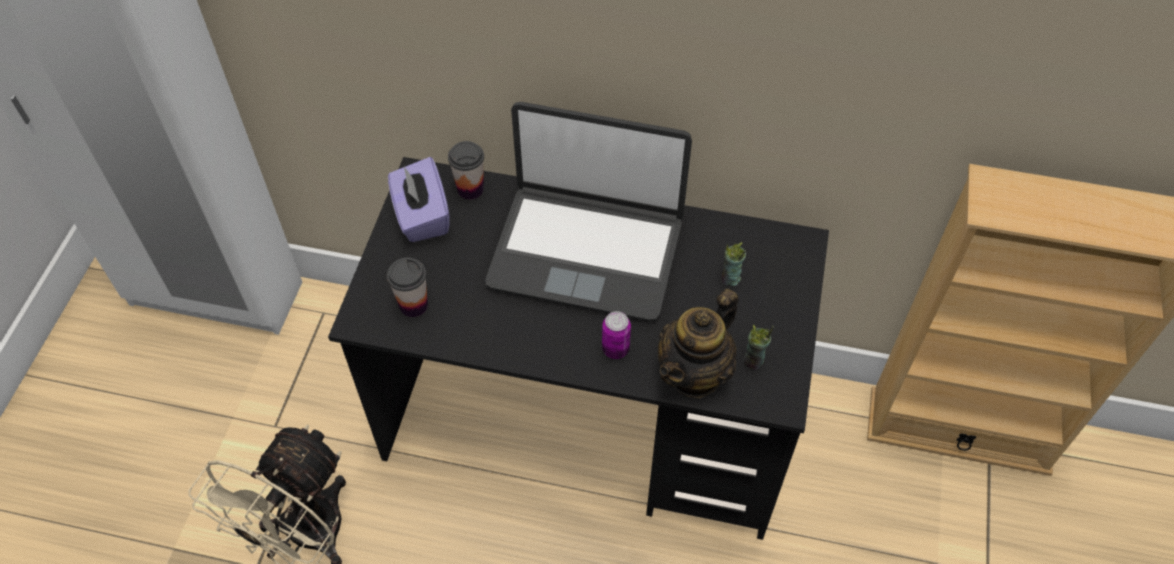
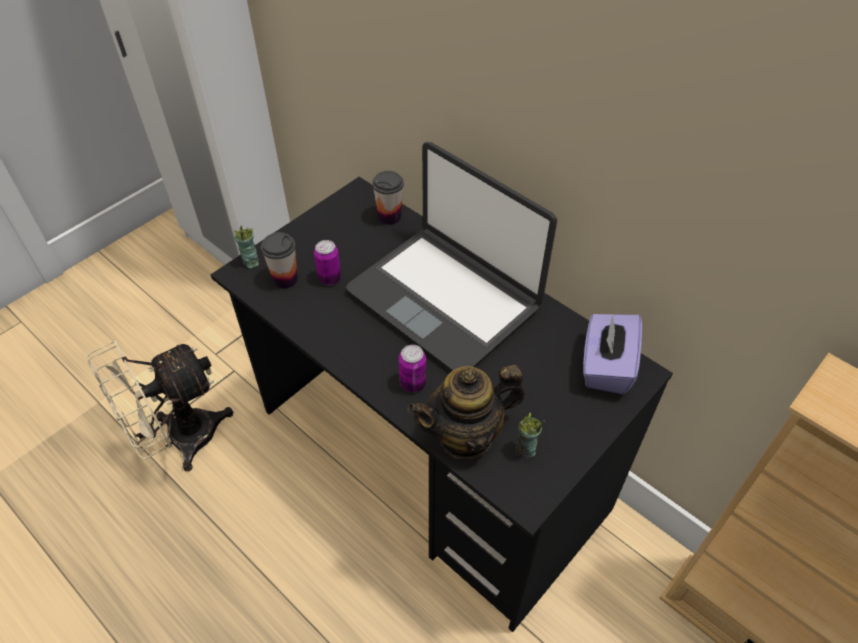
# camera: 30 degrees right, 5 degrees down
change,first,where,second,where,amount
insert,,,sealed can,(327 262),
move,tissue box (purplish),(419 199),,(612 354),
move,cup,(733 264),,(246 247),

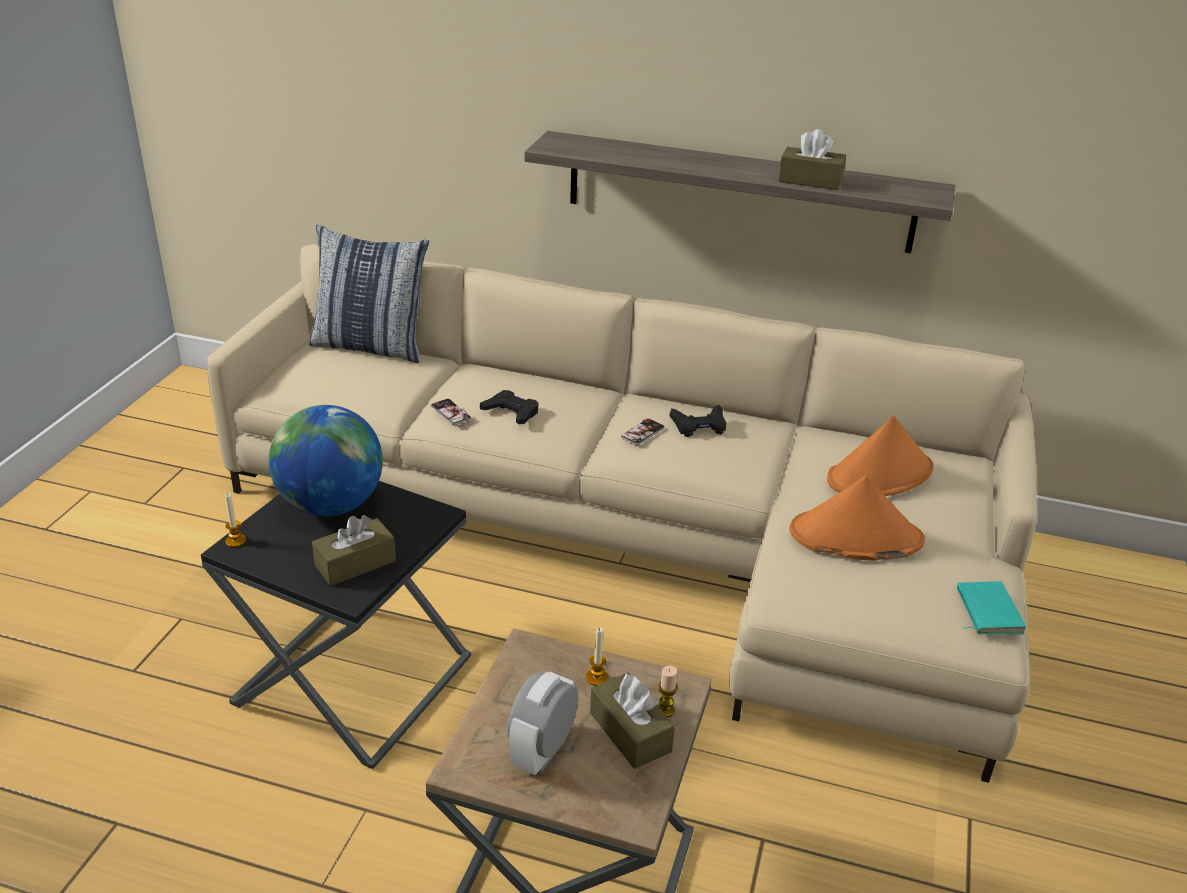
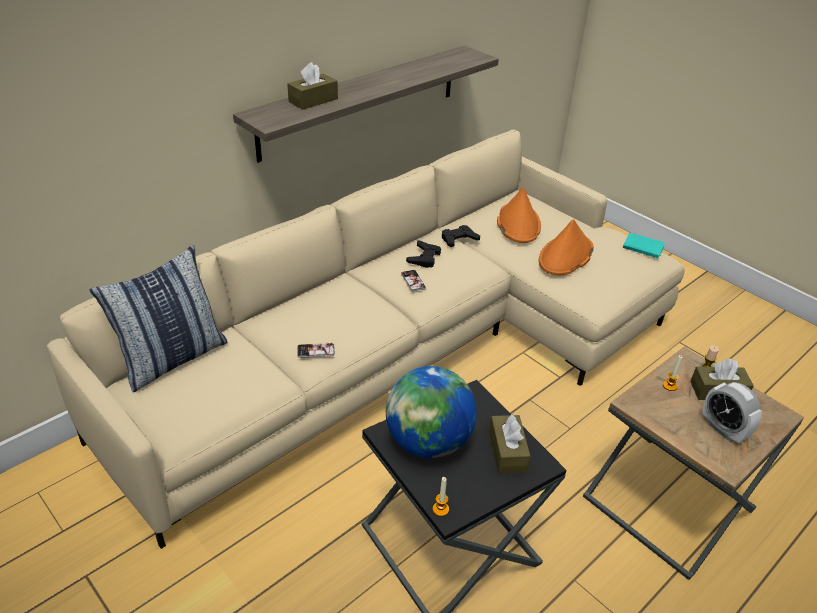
# camera: 60 degrees left, 5 degrees up
change,first,where,second,where,amount
move,gamepad (black-coloured),(509 407),,(461 236),
move,tissue box (brown),(812 159),,(312 86),

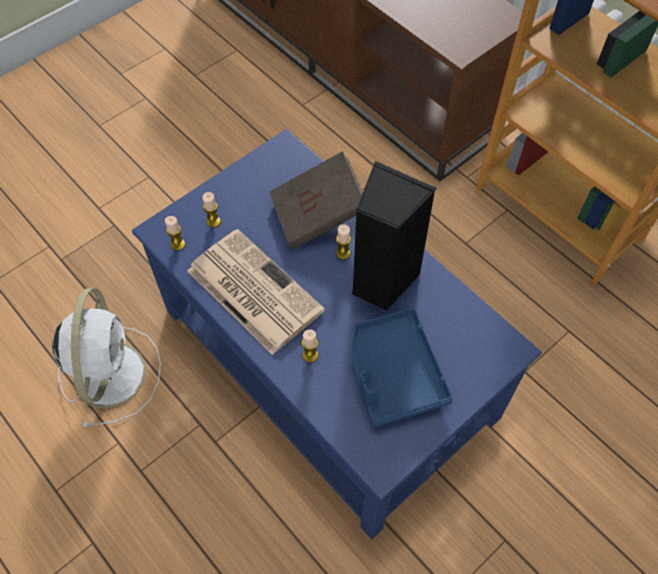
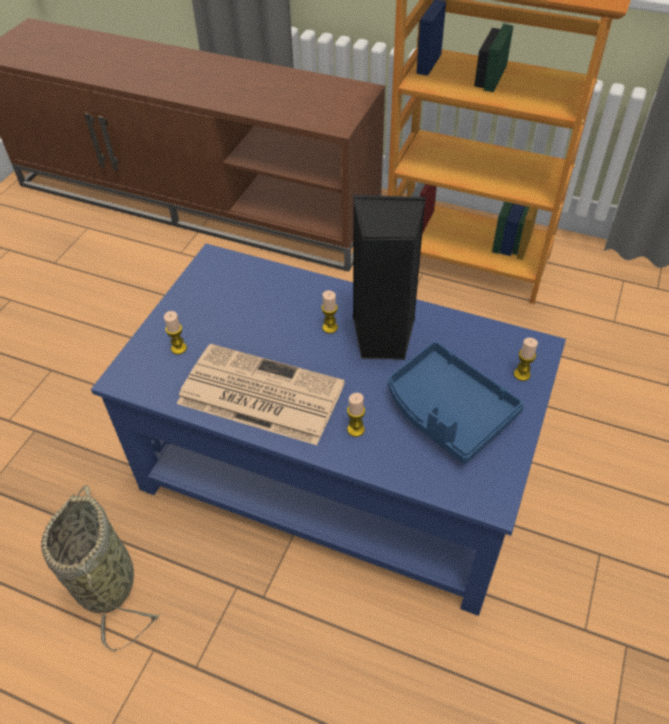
# camera: 25 degrees left, 10 degrees down
change,first,where,second,where,amount
delete,book (brown),(316 200),,,
move,wax light,(175 233),,(526 359),
replace,cooling fan (white-coloured),(106 357),storage basket,(101 568),

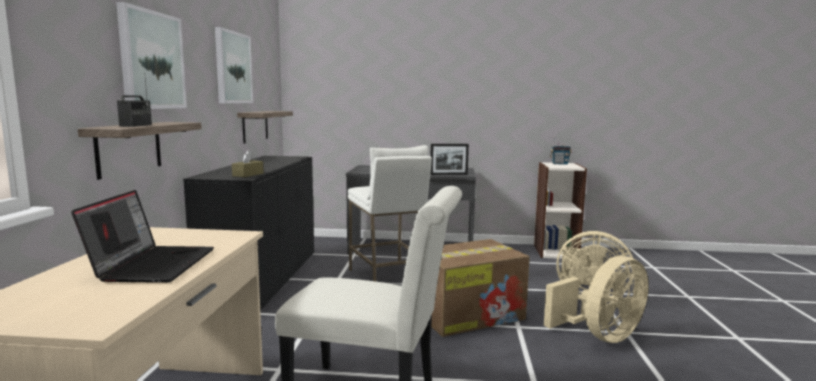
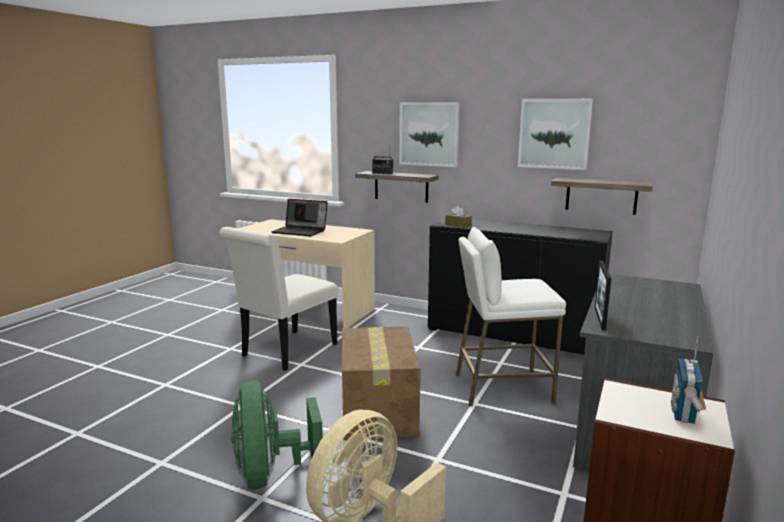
# camera: 110 degrees right, 5 degrees up
change,first,where,second,where,amount
recolor,cooling fan (beige),(596 299),cooling fan (green),(277 435),

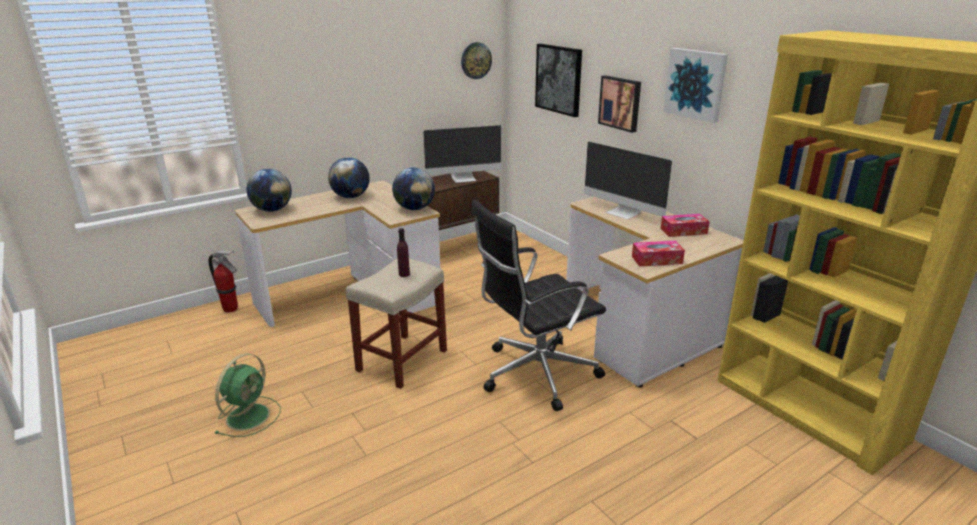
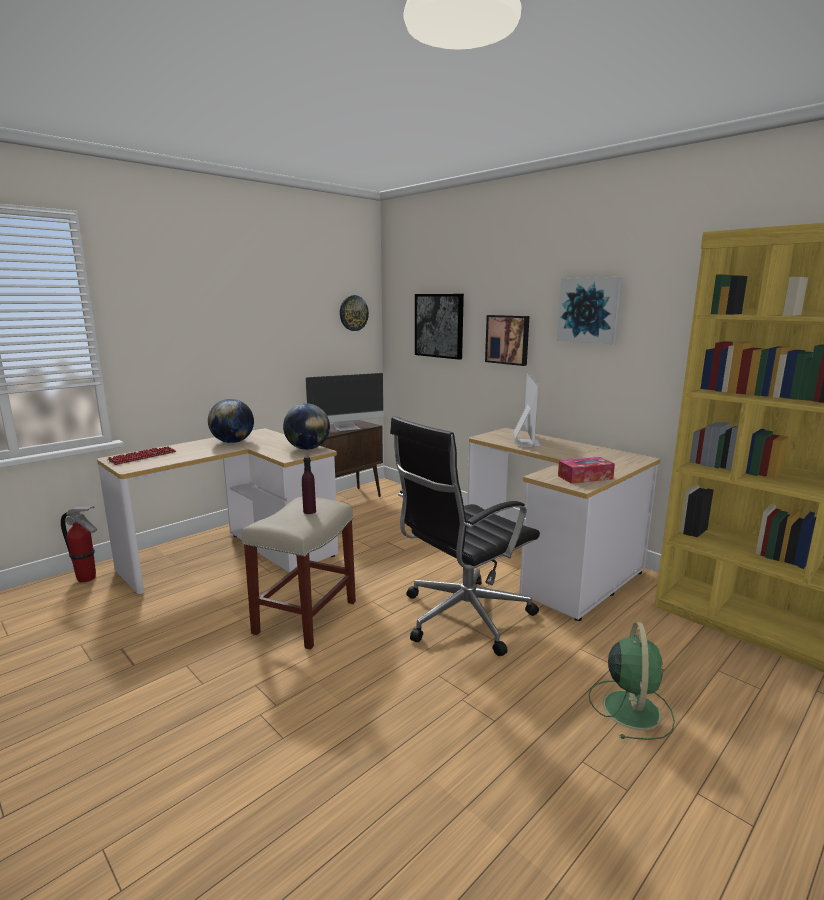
# camera: 10 degrees left, 10 degrees down
change,first,where,second,where,amount
delete,tissue box,(685 225),,,
move,cooling fan (green),(247 395),,(632 681),
replace,desk globe,(269 190),computer keyboard,(141 455),
rotate,monitor,(628 180),,(527 409),120 degrees counterclockwise

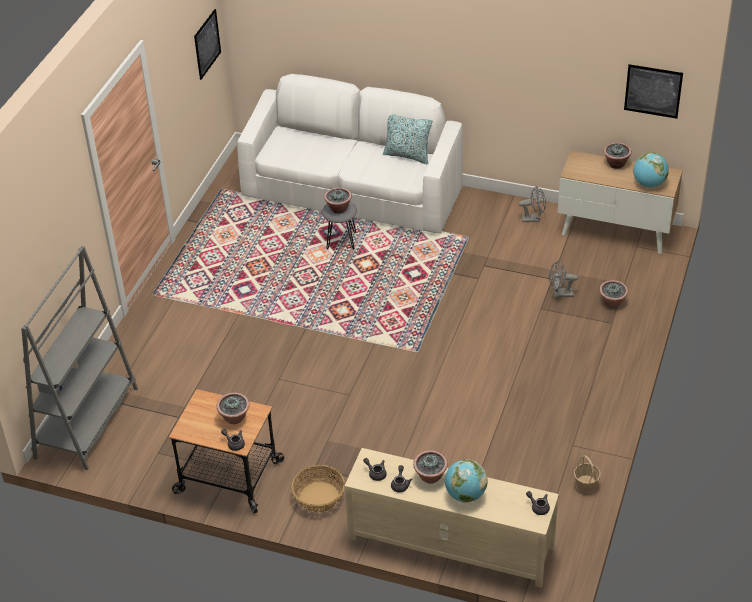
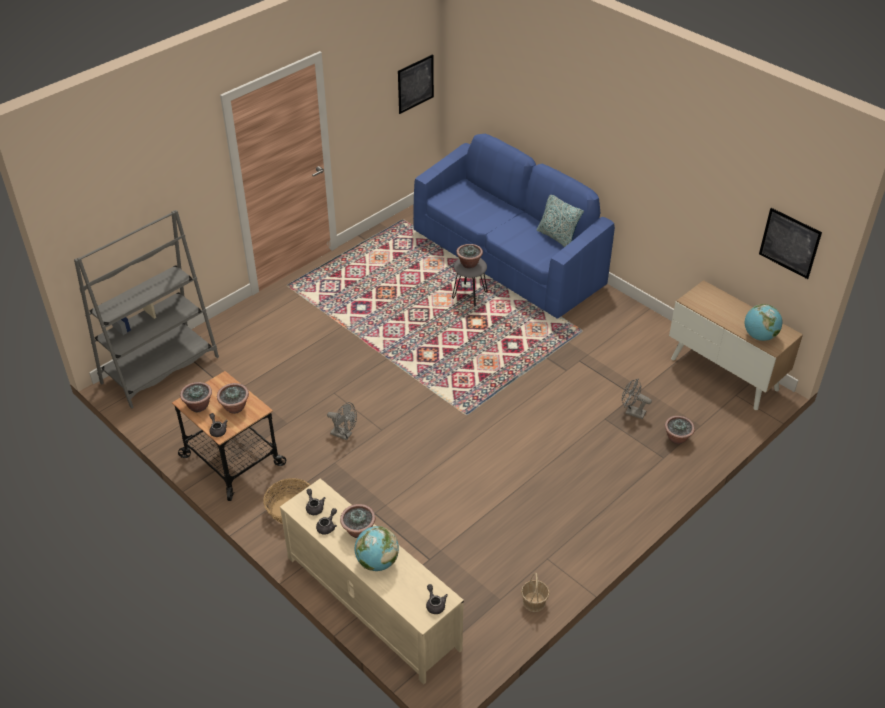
# camera: 25 degrees right, 0 degrees up
change,first,where,second,where,amount
move,cooling fan (grey),(532 204),,(342 421),
move,houseplant,(618 156),,(196 397),
recolor,couch (white-coloured),(350 154),couch (bluish),(514 226),

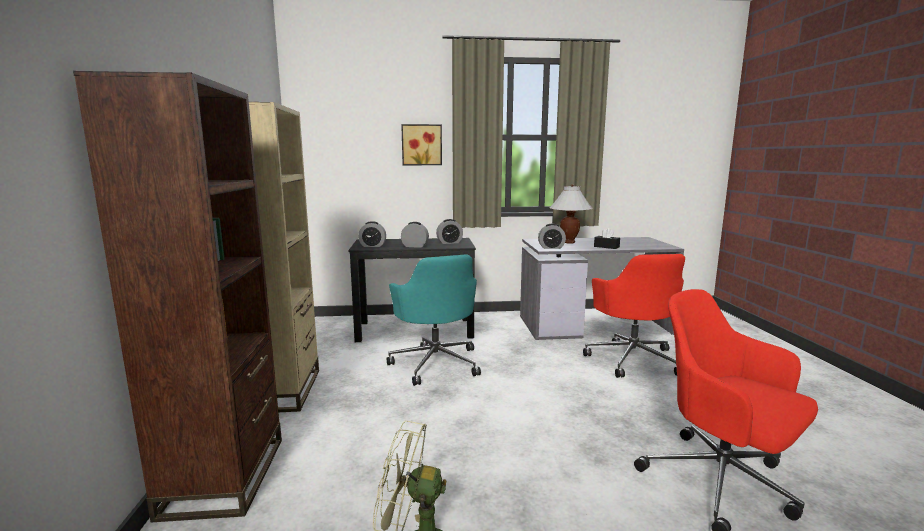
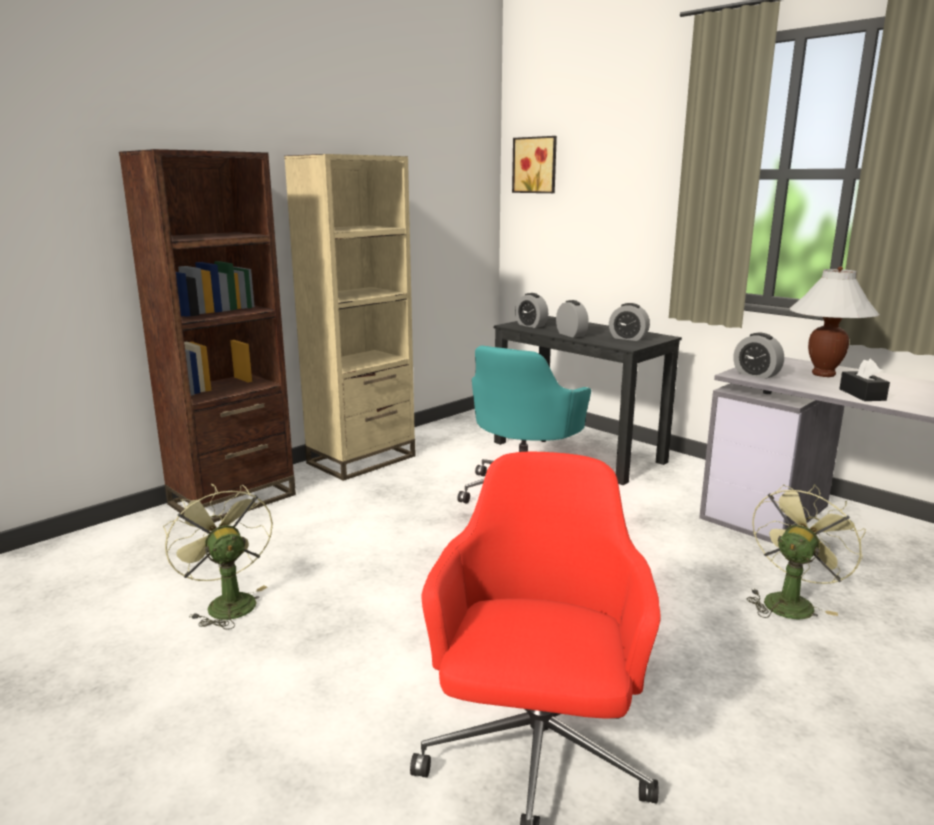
# camera: 50 degrees right, 5 degrees up
change,first,where,second,where,amount
move,wall art,(421 144),,(534 164),
replace,office chair (red),(634 316),cooling fan (green),(806 551),

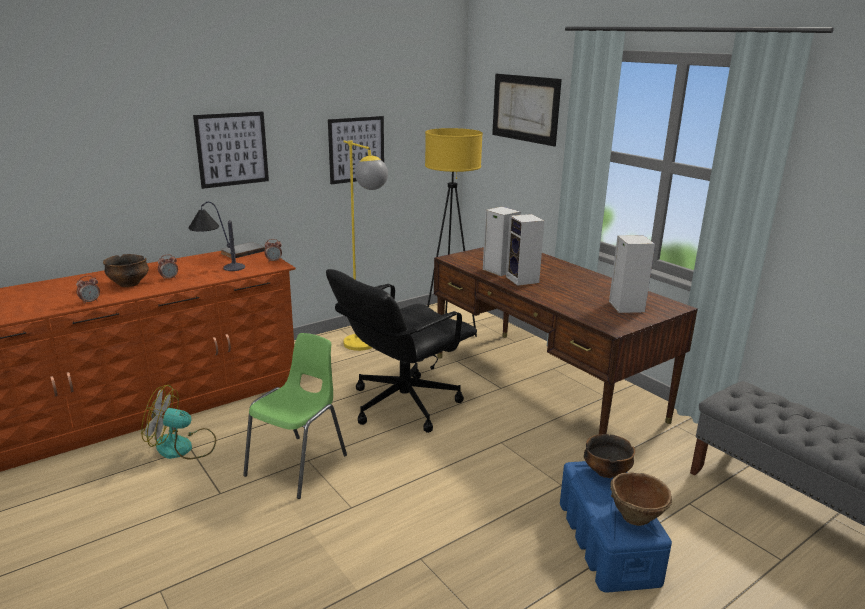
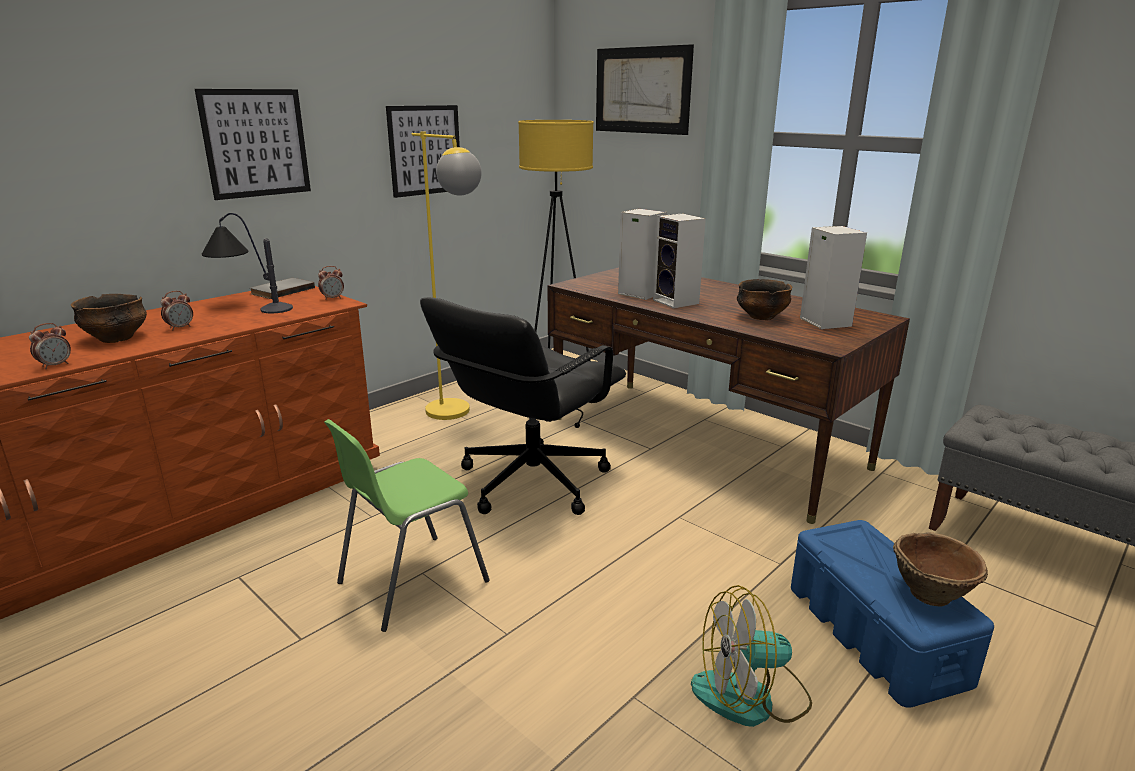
# camera: 10 degrees left, 0 degrees up
change,first,where,second,where,amount
move,cooling fan,(178 422),,(751 656),
move,serving bowl,(609 456),,(764 299),
rotate,upright chair (green),(295 416),,(407 525),150 degrees counterclockwise

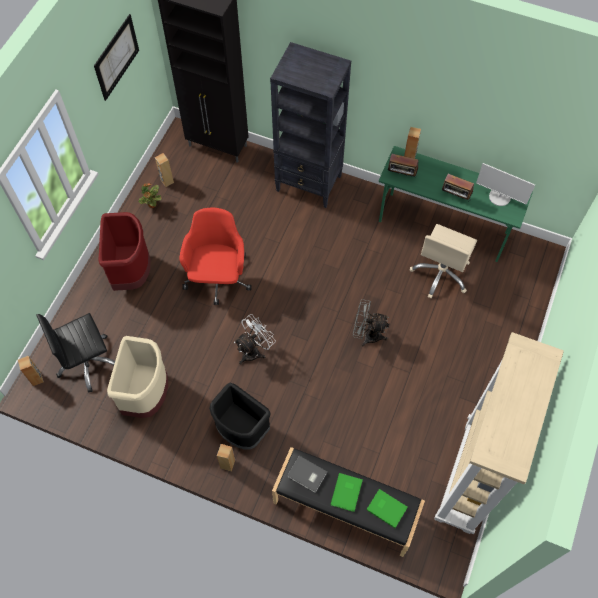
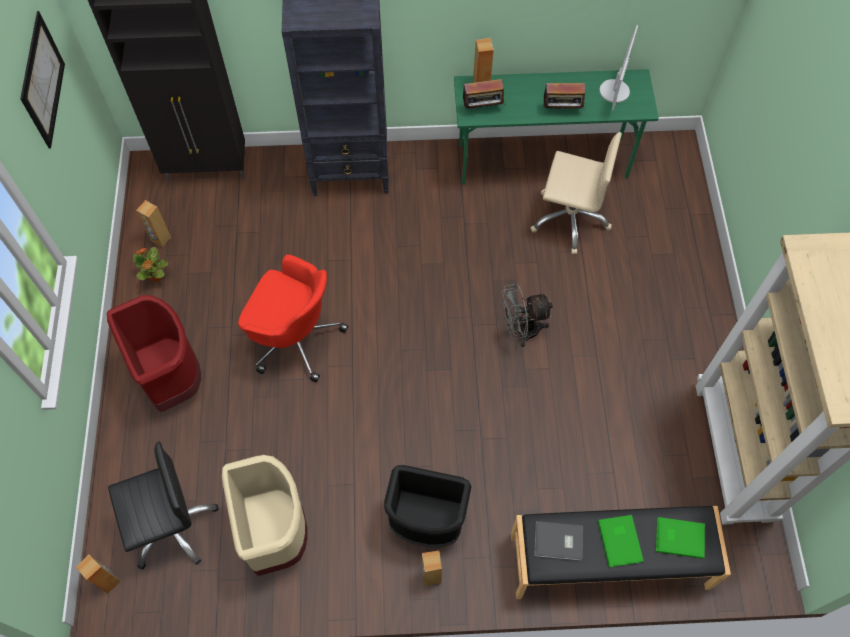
# camera: 25 degrees left, 0 degrees up
change,first,where,second,where,amount
delete,cooling fan (white-coloured),(255 339),,,
rotate,office chair (black-coloured),(75 352),,(163 505),150 degrees counterclockwise
rotate,office chair (red),(215 256),,(293 318),135 degrees clockwise
rotate,office chair (beige),(443 261),,(576 193),75 degrees counterclockwise
rotate,monitor,(505 184),,(619 68),75 degrees counterclockwise

